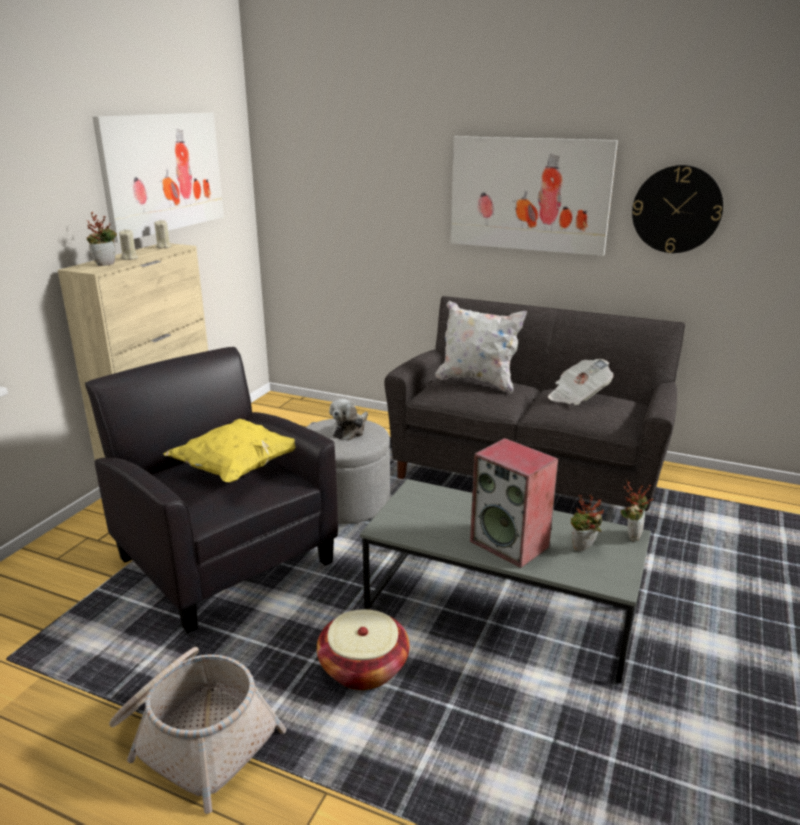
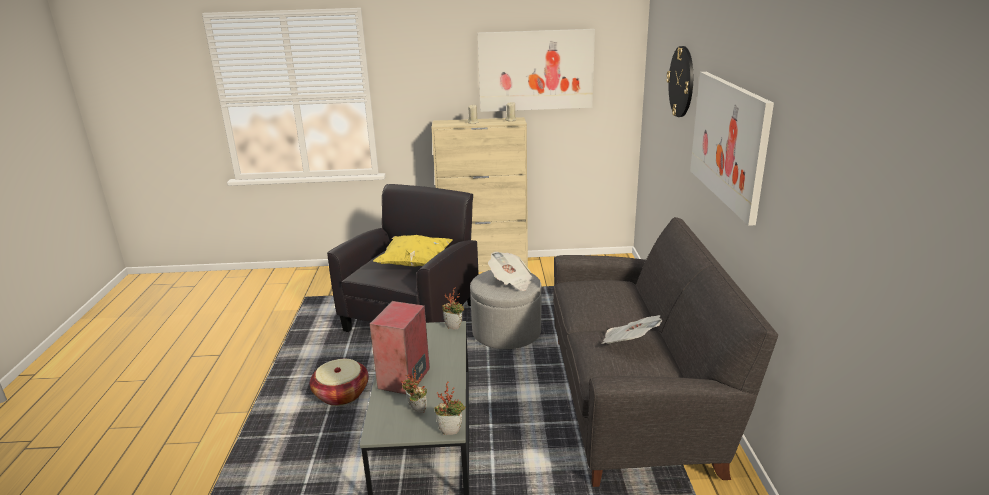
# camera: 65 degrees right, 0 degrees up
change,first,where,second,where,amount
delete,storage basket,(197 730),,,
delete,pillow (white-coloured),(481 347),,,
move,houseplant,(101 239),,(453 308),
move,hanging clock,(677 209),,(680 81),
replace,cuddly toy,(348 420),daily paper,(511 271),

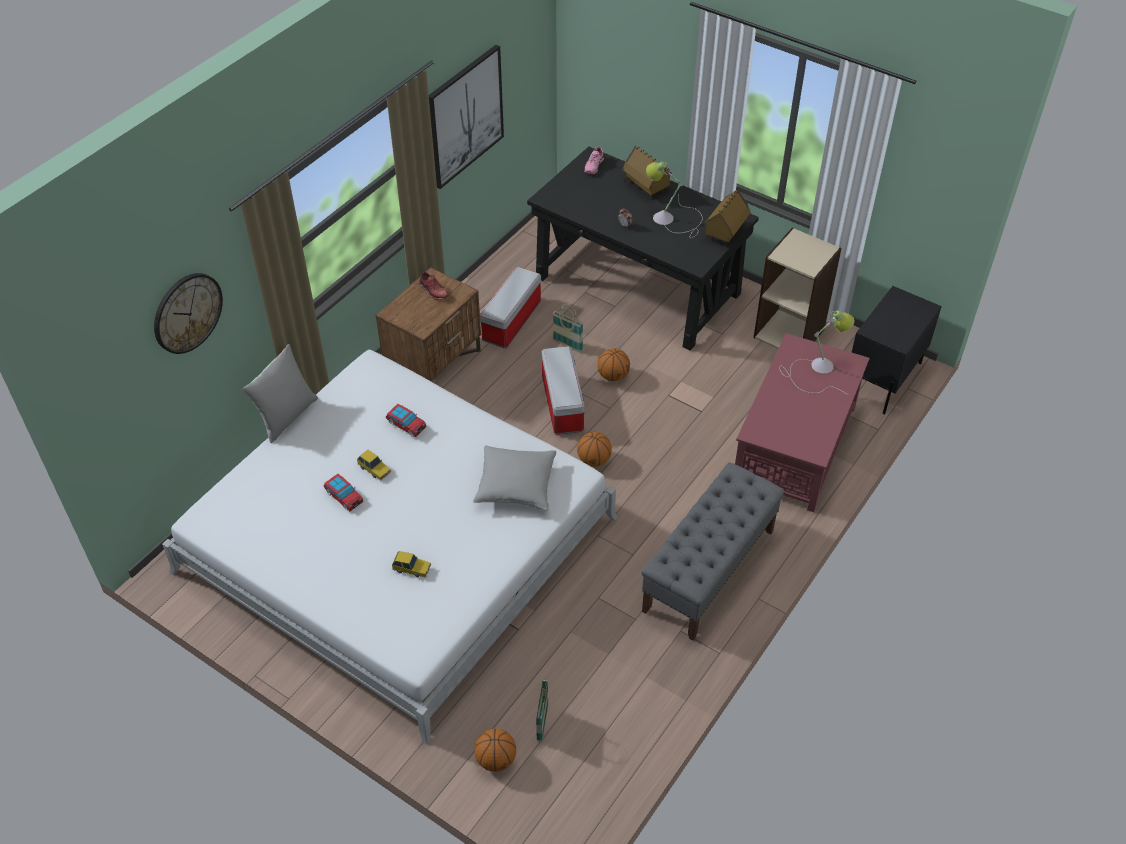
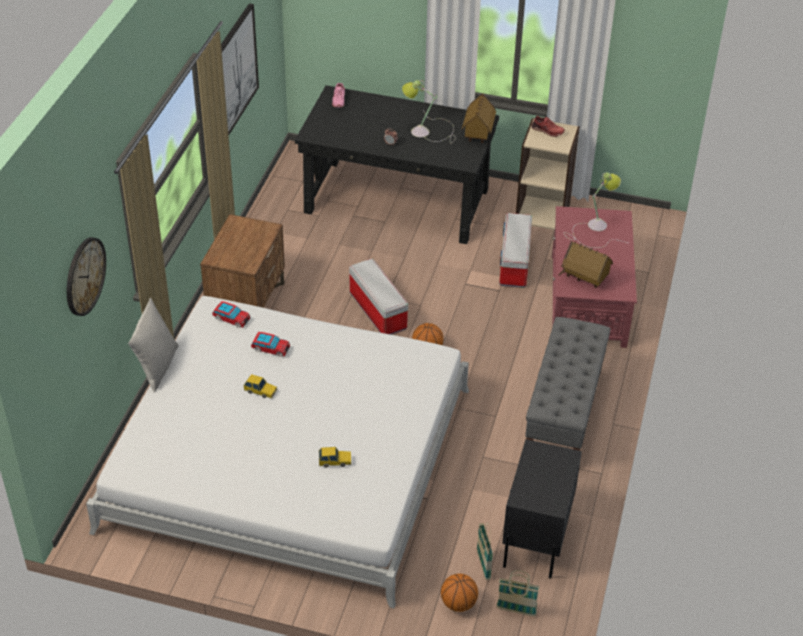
# camera: 20 degrees left, 5 degrees down
change,first,where,second,where,amount
delete,pillow (grey),(514 478),,,
delete,basketball,(613 364),,,
move,model car,(343 492),,(231 314),
move,low shoe (red),(434 286),,(548 126),
move,storage bin,(510 308),,(515 250),
move,storage basket,(568 328),,(517 593),
move,model house,(647 172),,(585 264),
move,bedside table (black-coloured),(897 350),,(542 509),

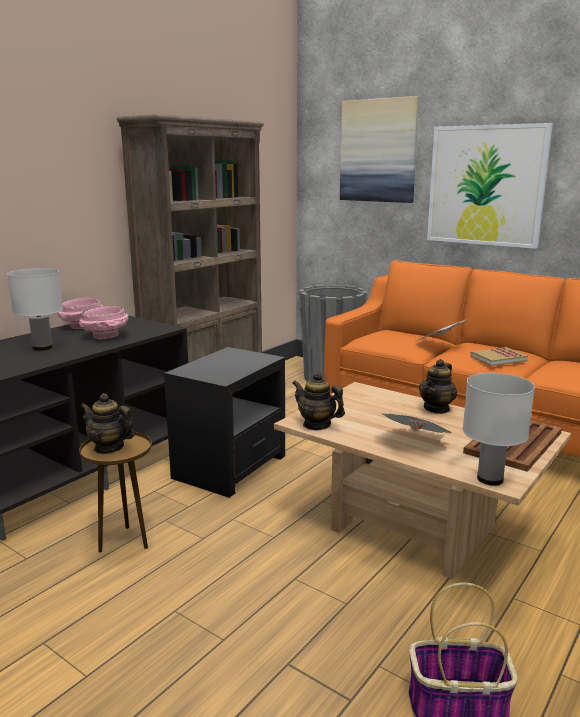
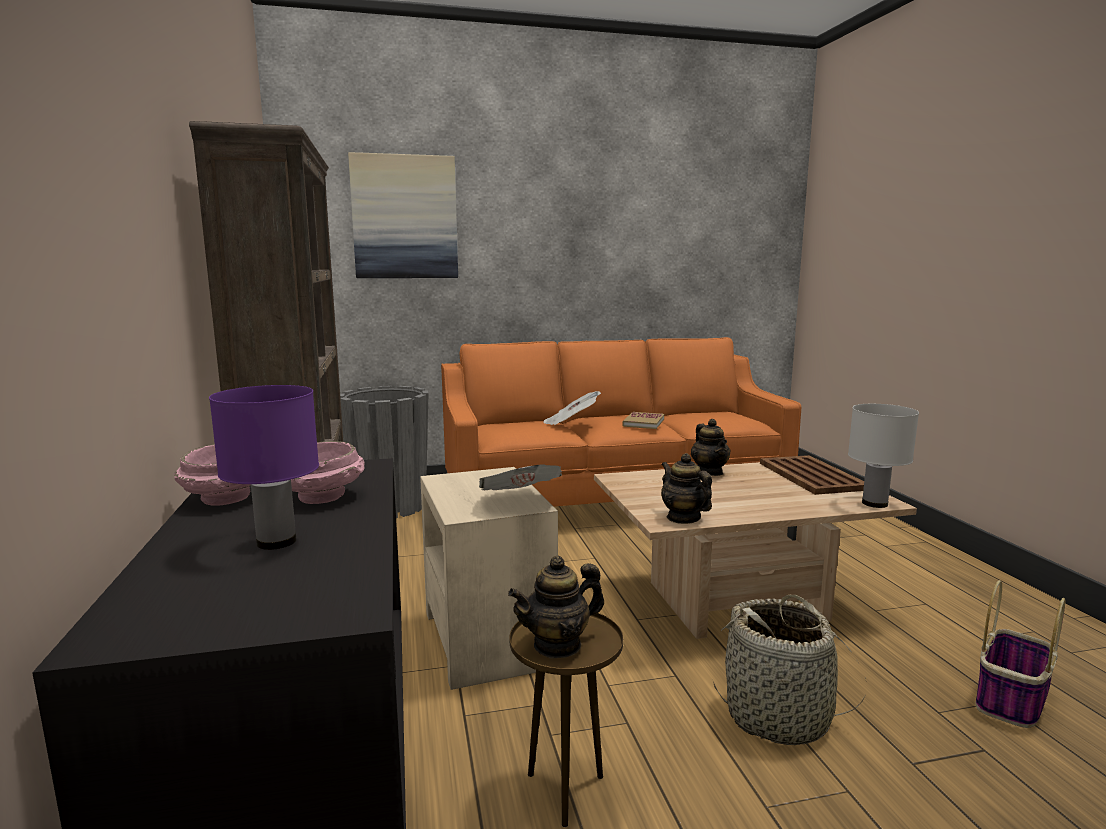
# camera: 50 degrees left, 5 degrees down
change,first,where,second,where,amount
delete,wall art,(490 186),,,
insert,,,storage basket,(789 670),
move,daily paper,(415 423),,(520 477),
recolor,table lamp (white-coloured),(35 309),table lamp (purplish),(264 467),
recolor,accent table (black-coloured),(224 422),accent table (beige),(489 578),
rotate,tea pot,(318 401),,(686 488),75 degrees clockwise

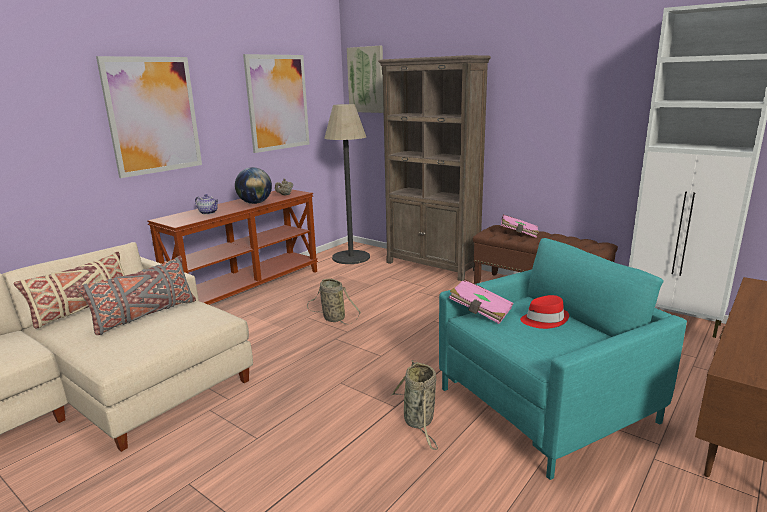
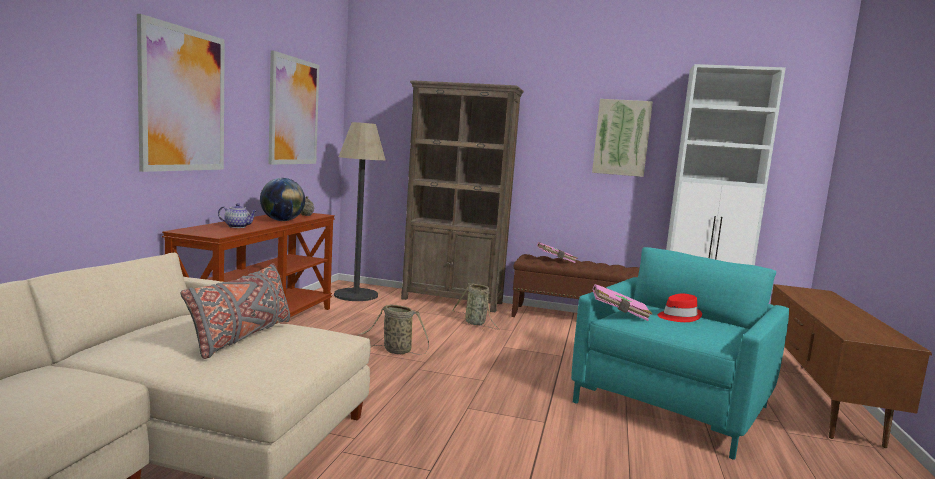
# camera: 25 degrees left, 10 degrees down
change,first,where,second,where,amount
delete,pillow (beige),(69 290),,,
move,wall art,(365 79),,(622 138),
move,storage basket,(414 405),,(475 306),

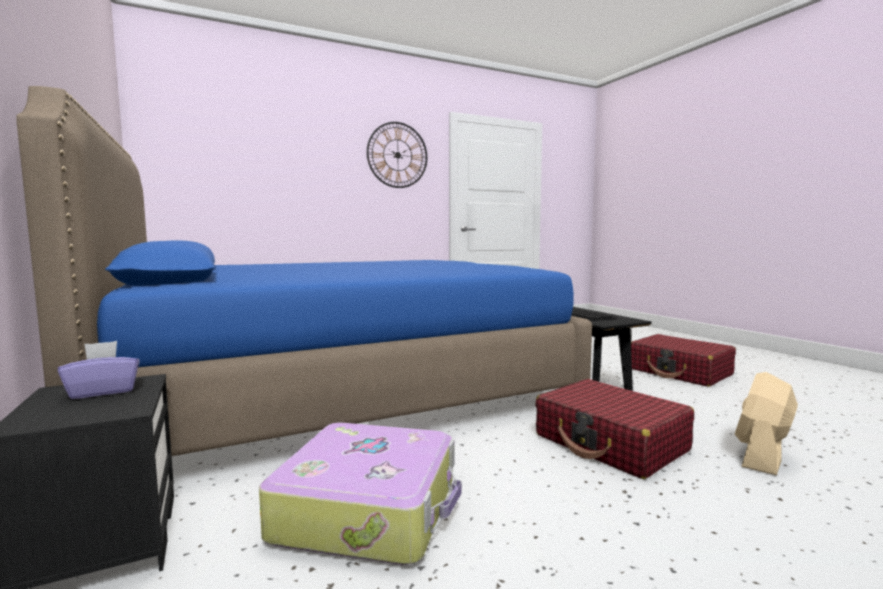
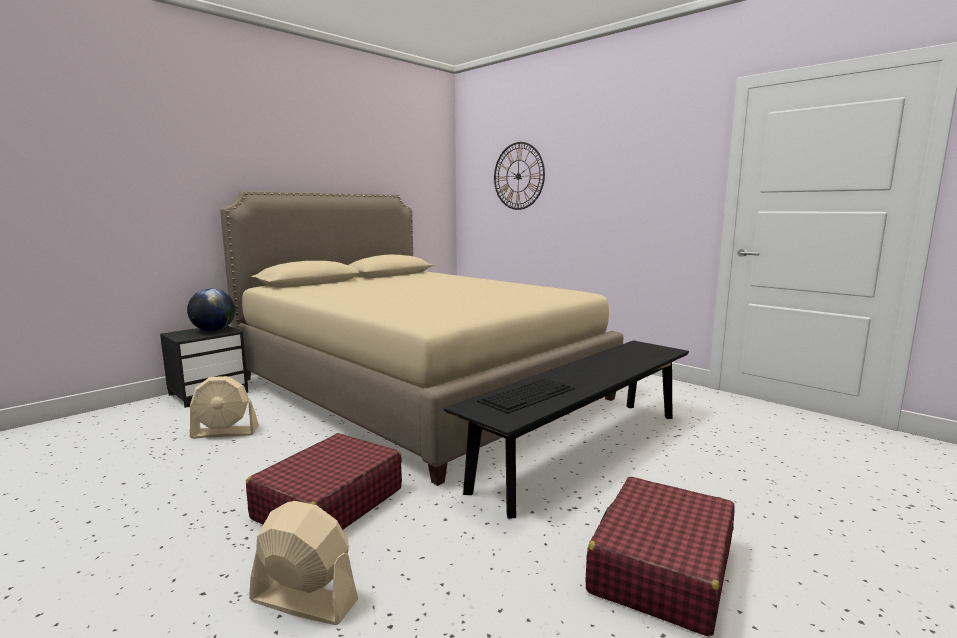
# camera: 70 degrees right, 5 degrees up
change,first,where,second,where,amount
move,hanging clock,(397 155),,(519 176),
replace,tissue box (purplish),(99 370),desk globe,(211 310),
replace,suitcase,(360 494),cooling fan (beige),(224 407),
recolor,bed (bluish),(304 271),bed (beige),(421 338),

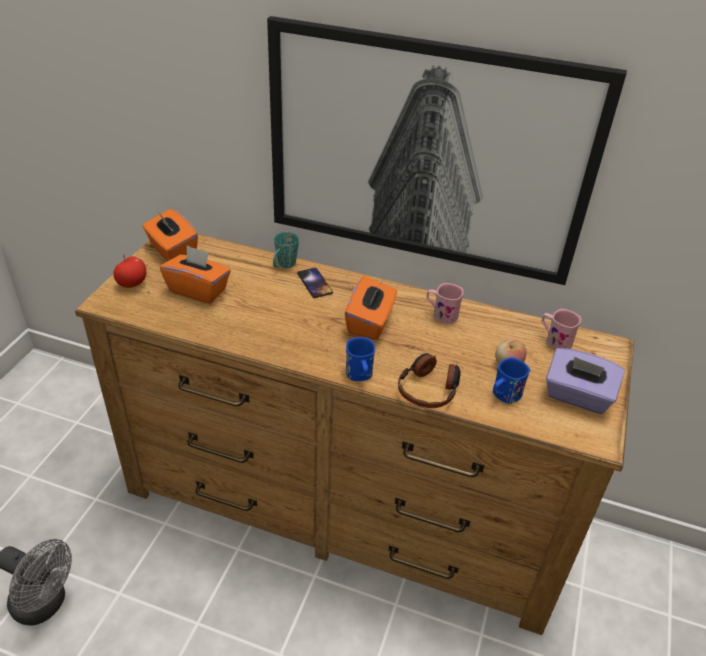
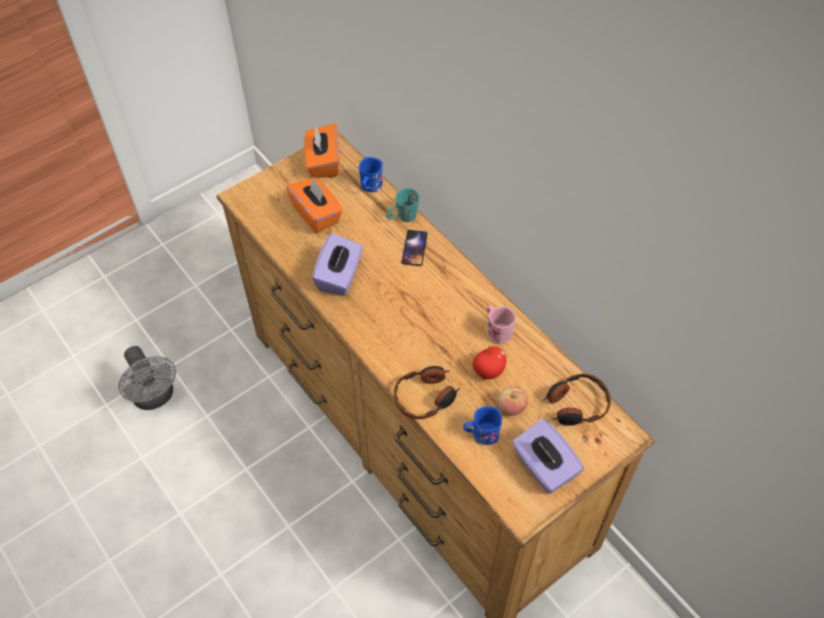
# camera: 35 degrees right, 15 degrees up
change,first,where,second,where,amount
delete,wall art,(447 150),,,
delete,tissue box (orange),(371 308),,,
insert,,,tissue box (purplish),(337 264),
move,apple,(129 271),,(490 362),
move,mug (bluish),(360 359),,(371 174),
replace,mug (pink),(561 329),headphones,(577 400),

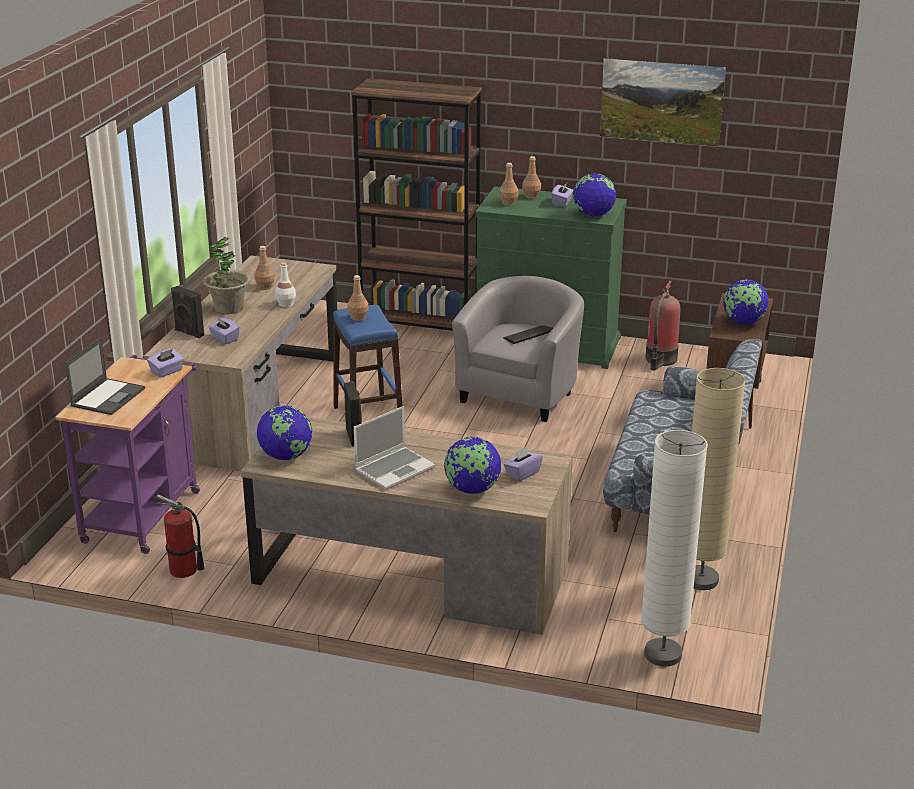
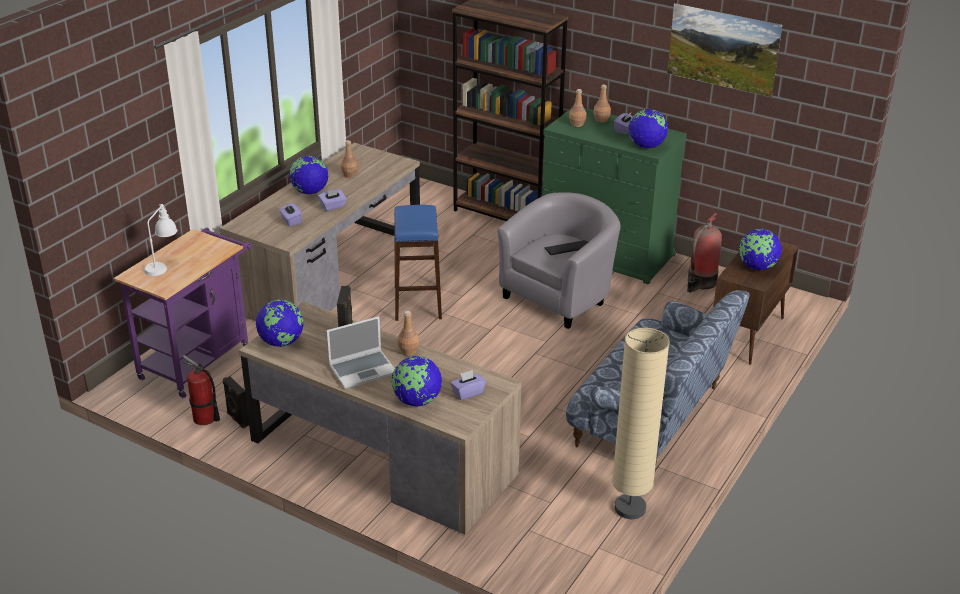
# camera: 15 degrees right, 5 degrees up
change,first,where,second,where,amount
delete,beverage bottle (white-coloured),(285 284),,,
delete,standard lamp (white-coloured),(674 548),,,
move,tissue box (purplish),(165 363),,(332 200),
move,loudspeaker (black-coloured),(187 312),,(236 402),
move,beverage bottle (brown),(358 298),,(408 333),
replace,laptop,(105 376),table lamp (white-coloured),(160 240),
replace,houseplant,(227 275),desk globe,(308 175),

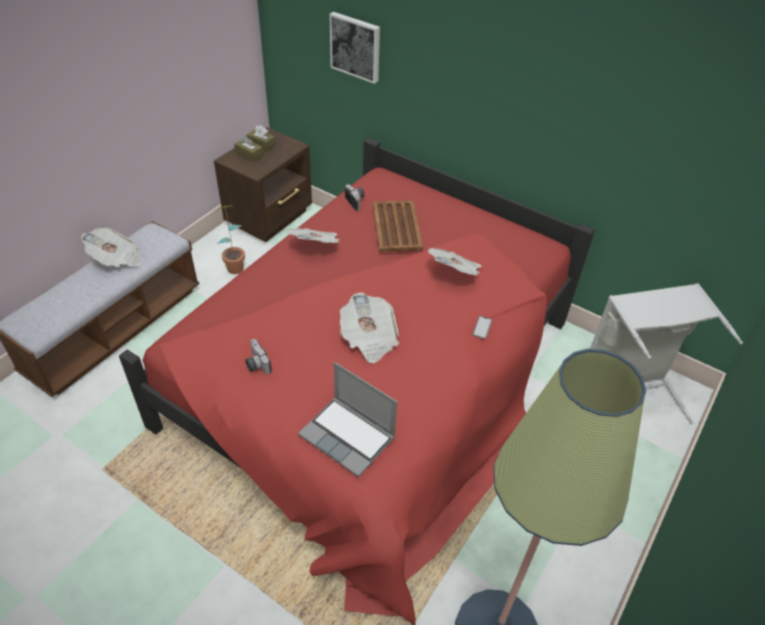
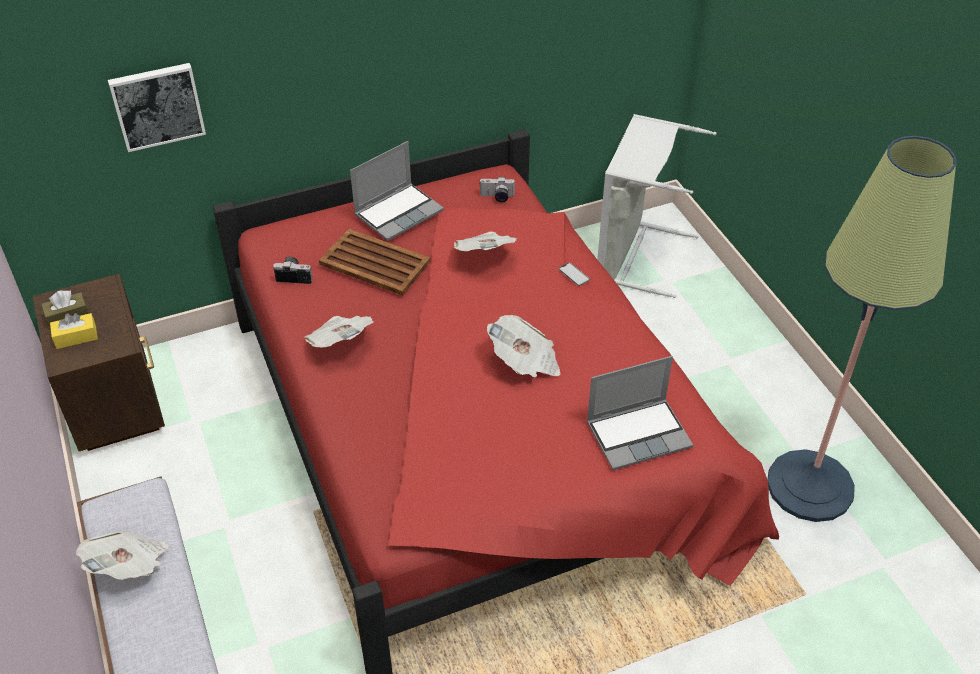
# camera: 55 degrees left, 0 degrees up
change,first,where,second,where,amount
delete,houseplant,(231 239),,,
insert,,,laptop,(397 191),
move,still camera,(258 356),,(497 189),
recolor,tissue box (brown),(248 149),tissue box (yellow),(74 331),

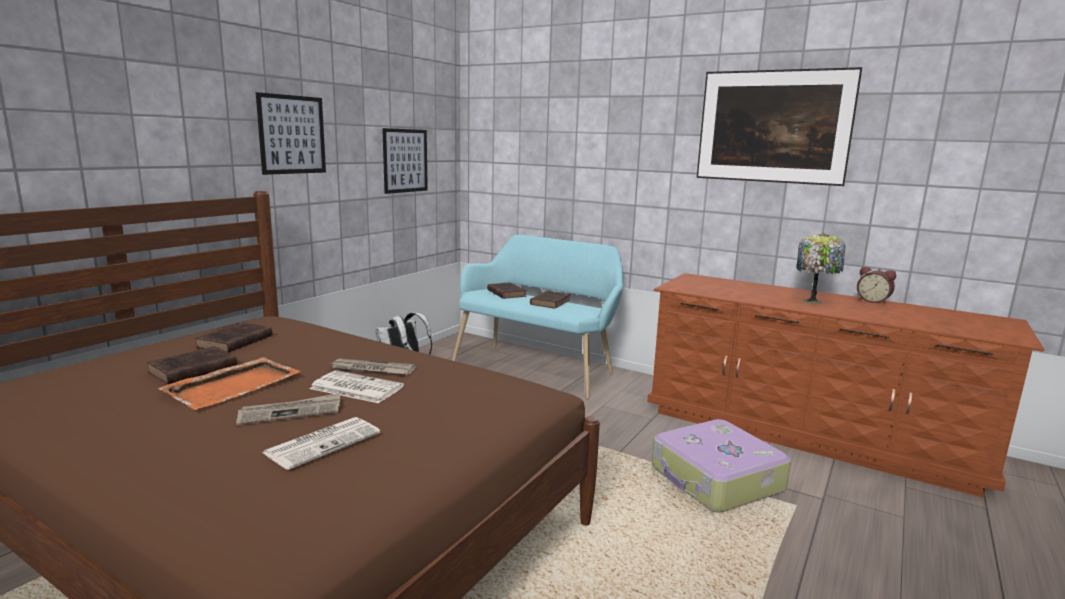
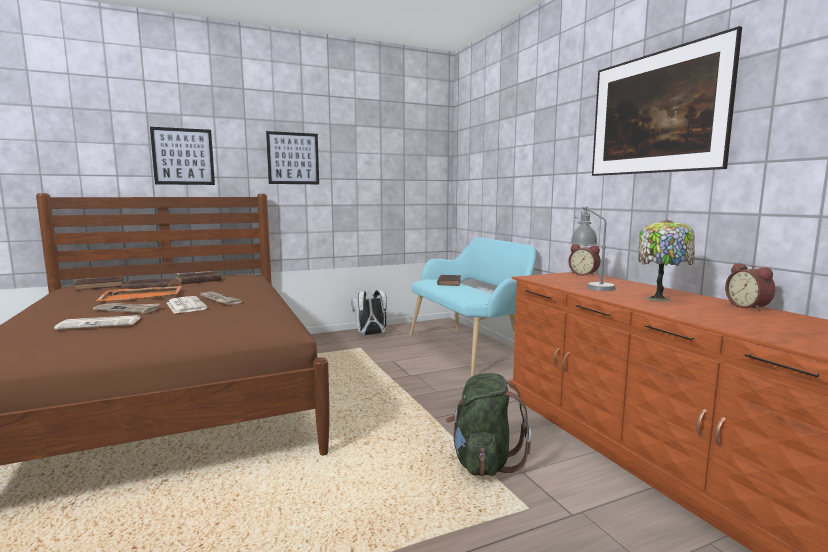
# camera: 35 degrees right, 5 degrees down
change,first,where,second,where,amount
insert,,,alarm clock,(584 260),
insert,,,table lamp (grey),(593 248),
move,wall art,(405 161),,(182 156),
move,book (brown),(550 299),,(99 283),
replace,suitcase,(721 466),knapsack (green),(488 424),

